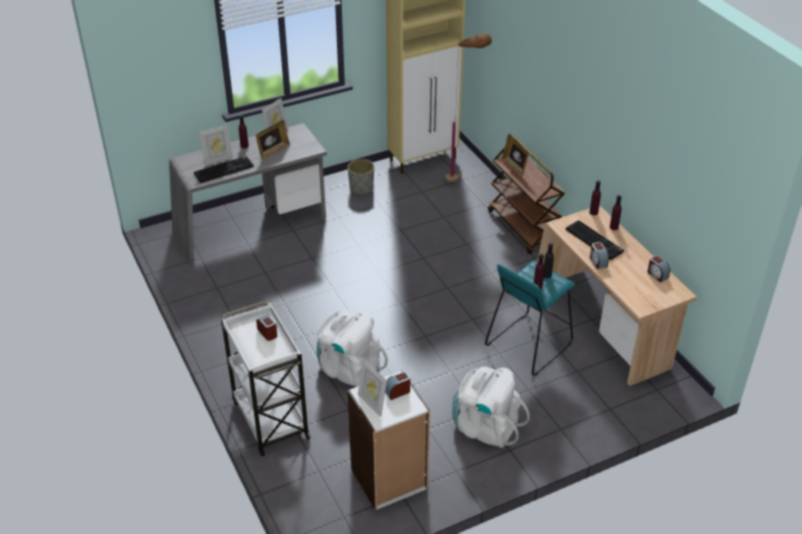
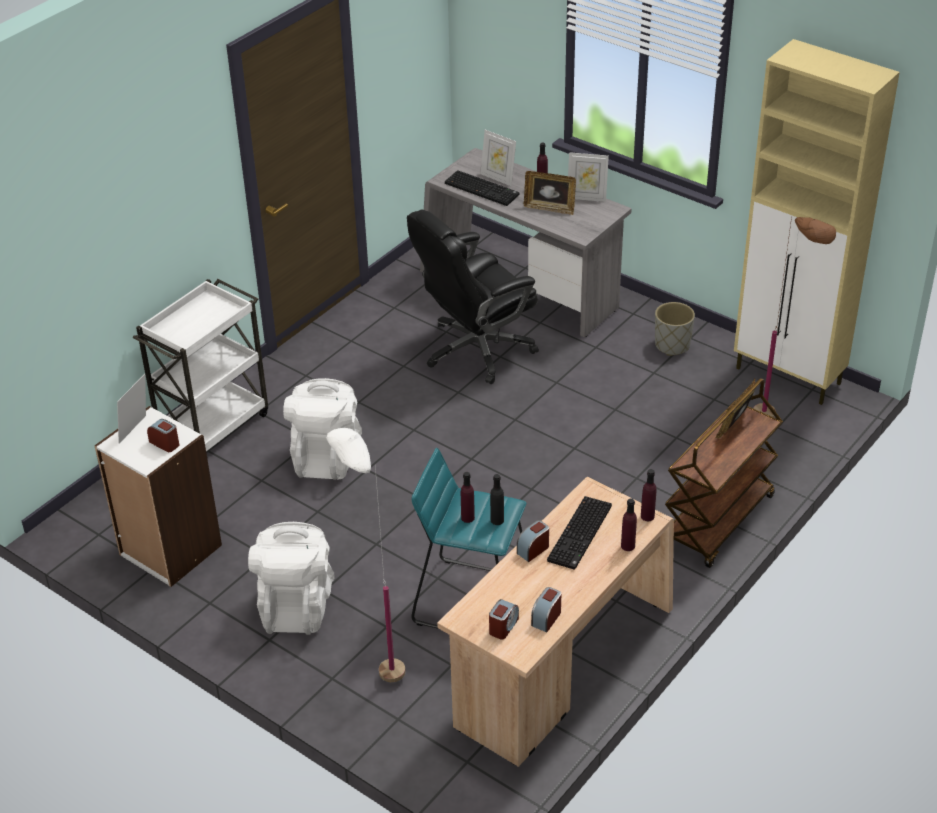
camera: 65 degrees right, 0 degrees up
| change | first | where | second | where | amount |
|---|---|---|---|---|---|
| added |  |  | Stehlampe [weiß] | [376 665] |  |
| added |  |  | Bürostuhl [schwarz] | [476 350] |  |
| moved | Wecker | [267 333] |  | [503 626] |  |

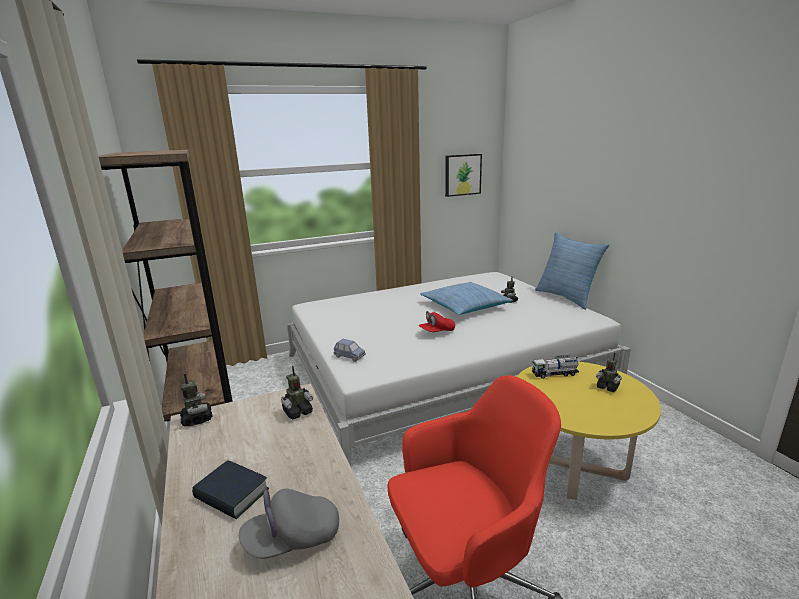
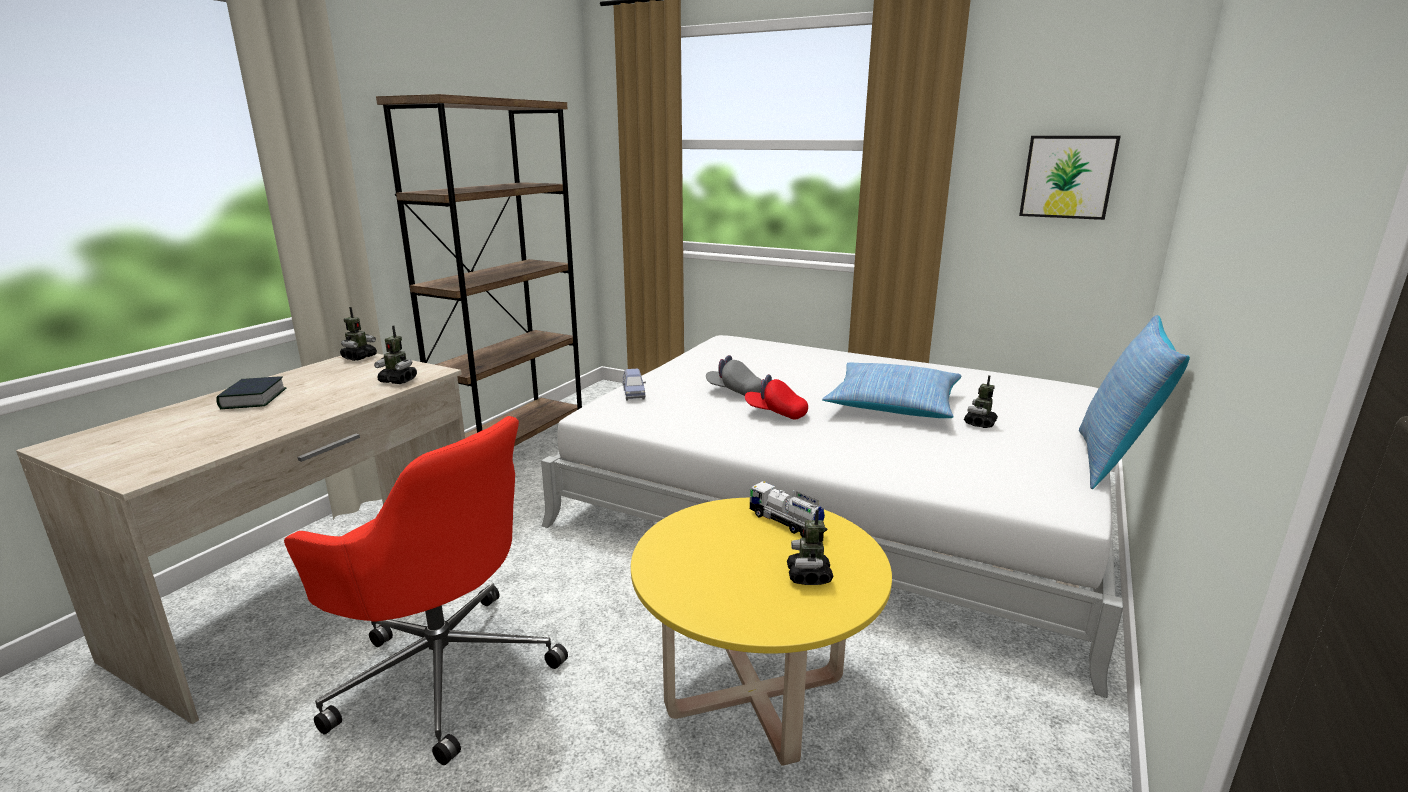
camera: 50 degrees right, 0 degrees up
| change | first | where | second | where | amount |
|---|---|---|---|---|---|
| moved | Kappe [grau] | [292 539] |  | [734 391] |  |

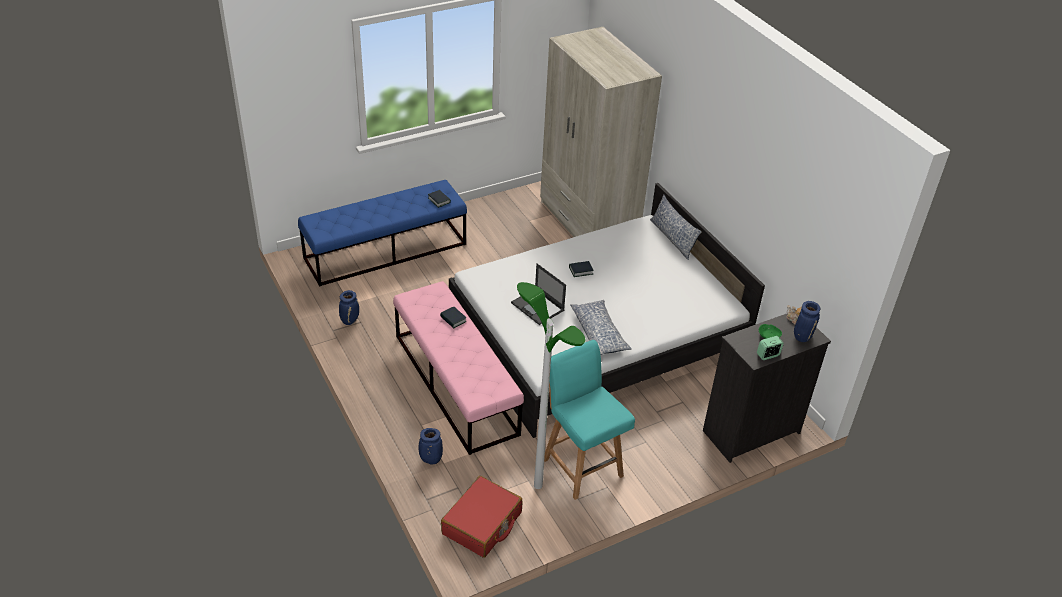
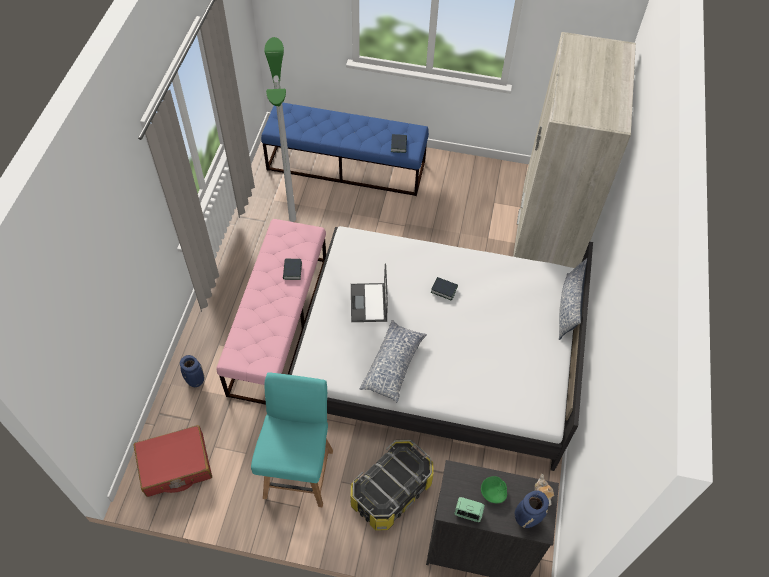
camera: 40 degrees right, 15 degrees up
| change | first | where | second | where | amount |
|---|---|---|---|---|---|
| removed | Vase [blau] | [350 320] |  |  |  |
| added |  |  | Aufbewahrungsbox | [391 491] |  |
| moved | Stehlampe | [537 485] |  | [292 219] |  |

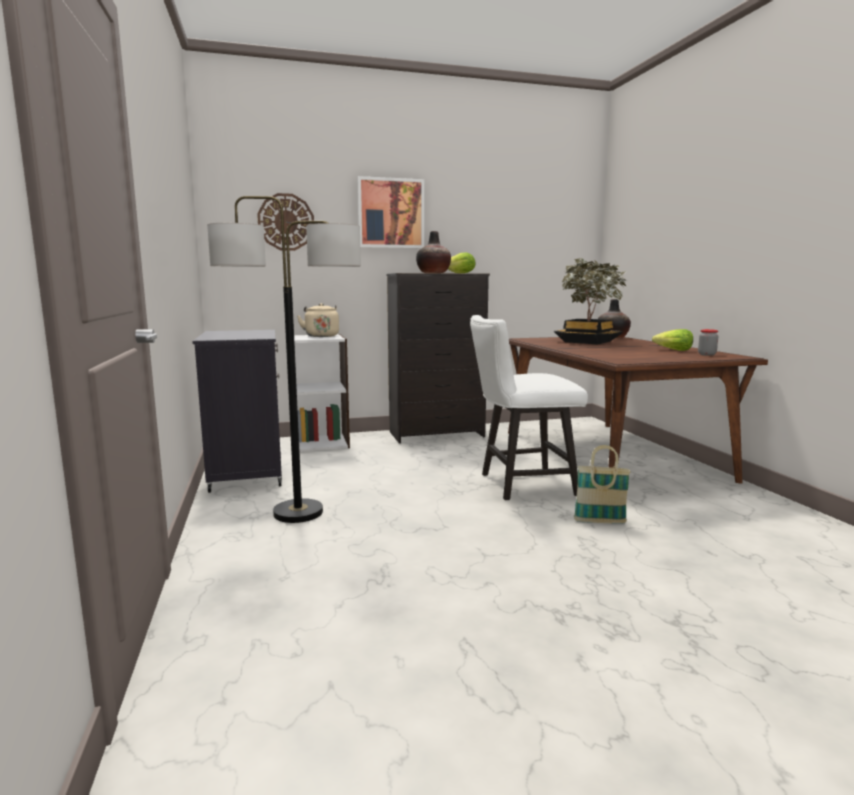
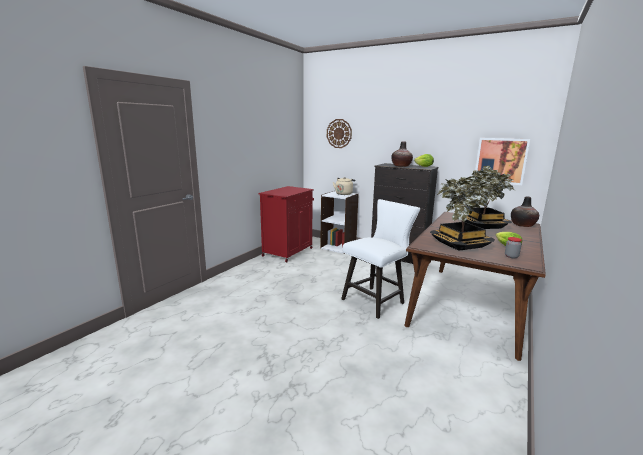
camera: 45 degrees right, 5 degrees up
| change | first | where | second | where | amount |
|---|---|---|---|---|---|
| removed | Stehlampe | [298 513] |  |  |  |
| removed | Korb | [599 521] |  |  |  |
| added |  |  | Topfpflanze | [460 244] |  |
| moved | Bild | [391 213] |  | [500 161] |  |
| recoloured | Schrank [schwarz] | [247 471] | Schrank [rot] | [288 252] |  |
| turned | Stuhl [weiß] | [520 484] |  | [376 300] | 105 degrees clockwise |

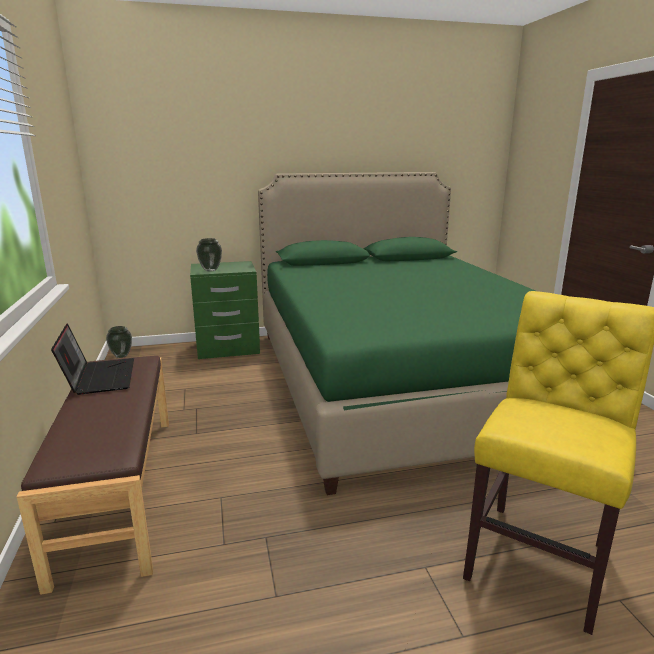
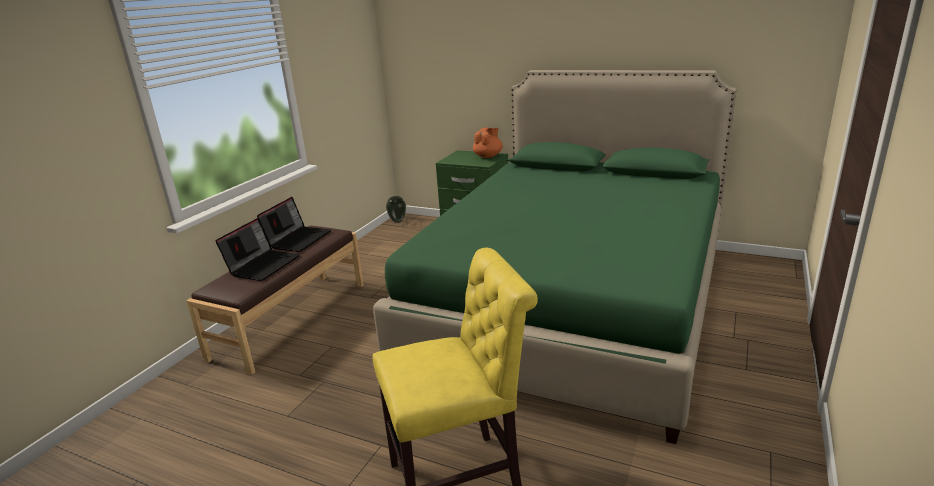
camera: 40 degrees right, 5 degrees up
| change | first | where | second | where | amount |
|---|---|---|---|---|---|
| removed | Vase | [210 270] |  |  |  |
| added |  |  | Laptop | [263 265] |  |
| added |  |  | Teekanne [orange] | [488 156] |  |

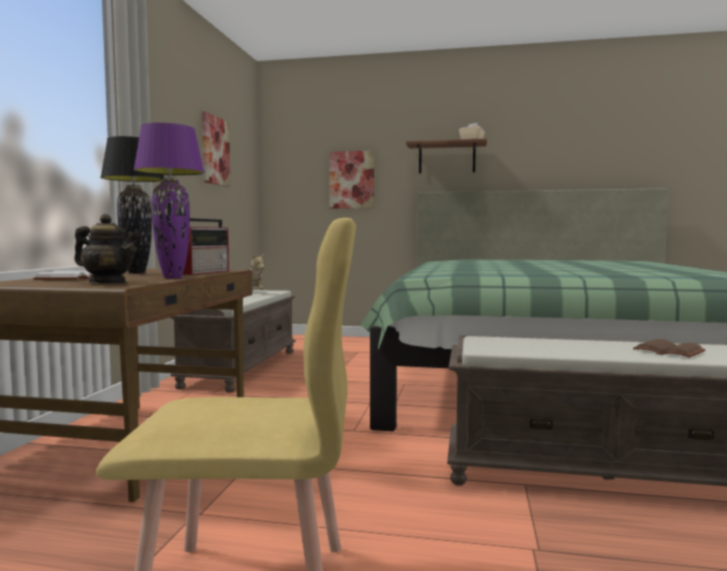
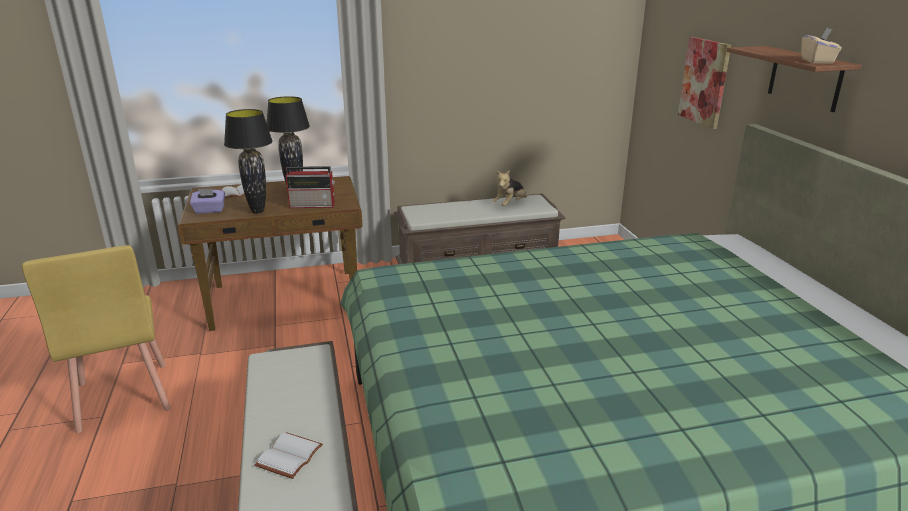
camera: 65 degrees right, 20 degrees up
| change | first | where | second | where | amount |
|---|---|---|---|---|---|
| removed | Bild | [215 151] |  |  |  |
| replaced | Teekanne | [108 283] | Taschentuchbox [lila] | [209 210] |  |
| recoloured | Tischlampe [lila] | [172 277] | Tischlampe [schwarz] | [258 211] |  |
| recoloured | Buch [braun] | [670 351] | Buch [weiß] | [290 457] |  |

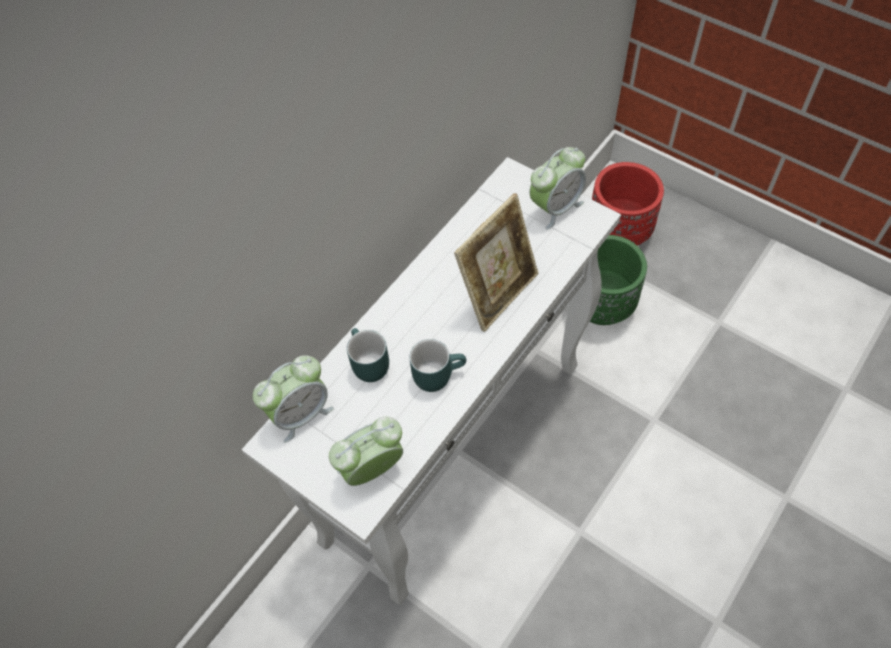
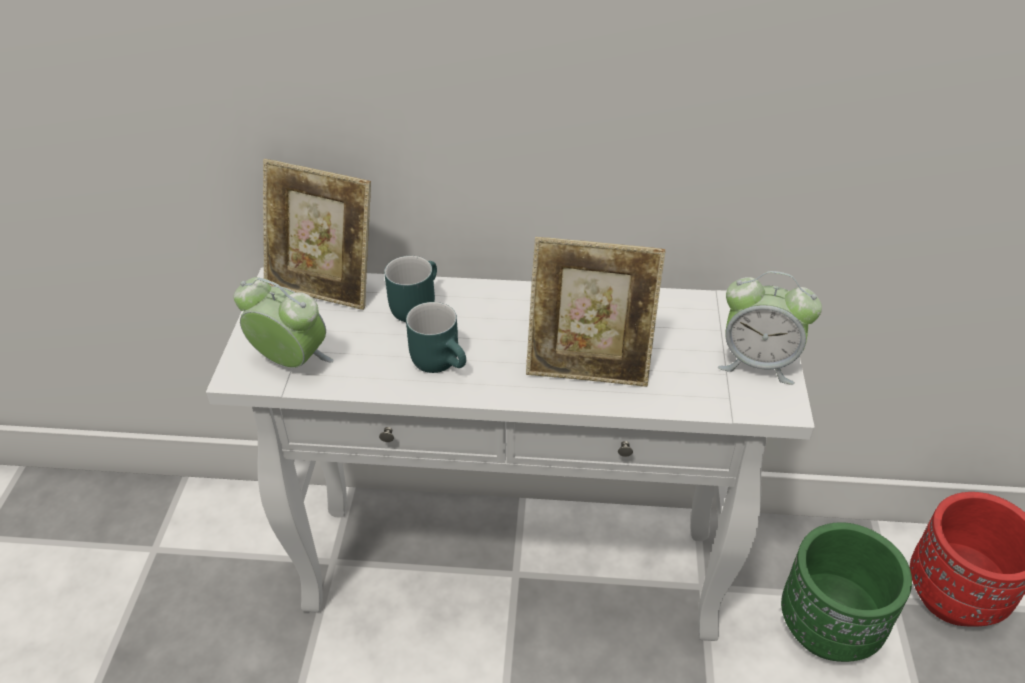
camera: 55 degrees right, 15 degrees down
| change | first | where | second | where | amount |
|---|---|---|---|---|---|
| replaced | Wecker | [300 413] | Bilderrahmen | [324 286] |  |

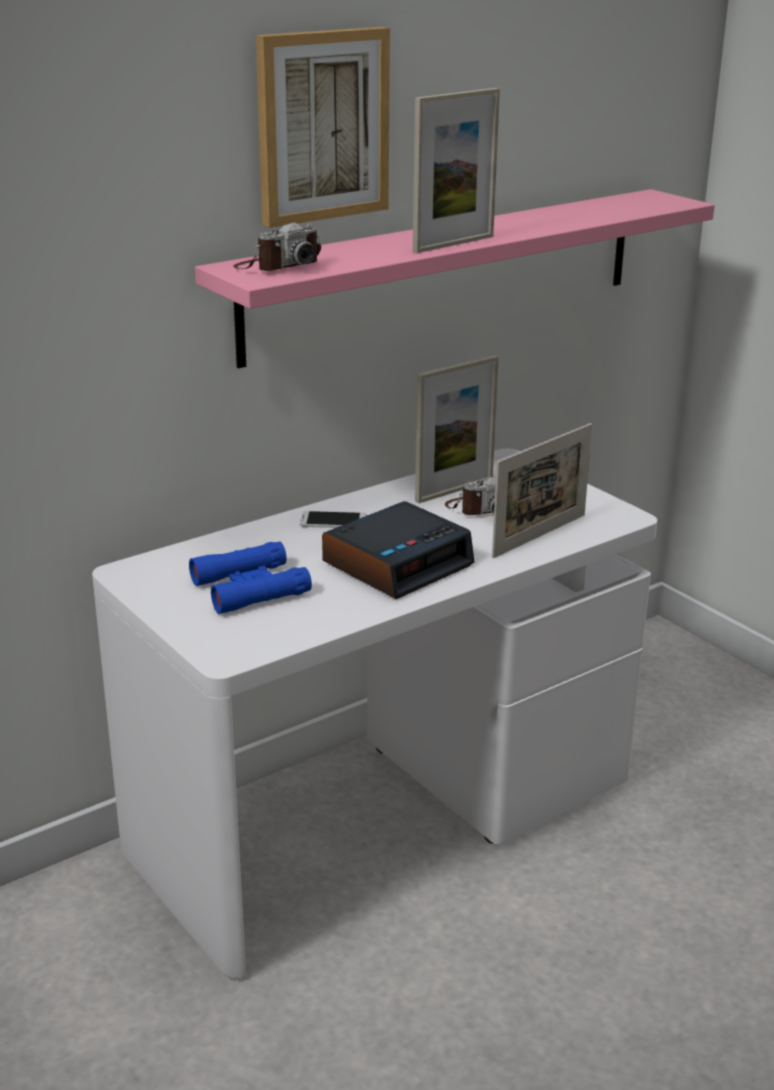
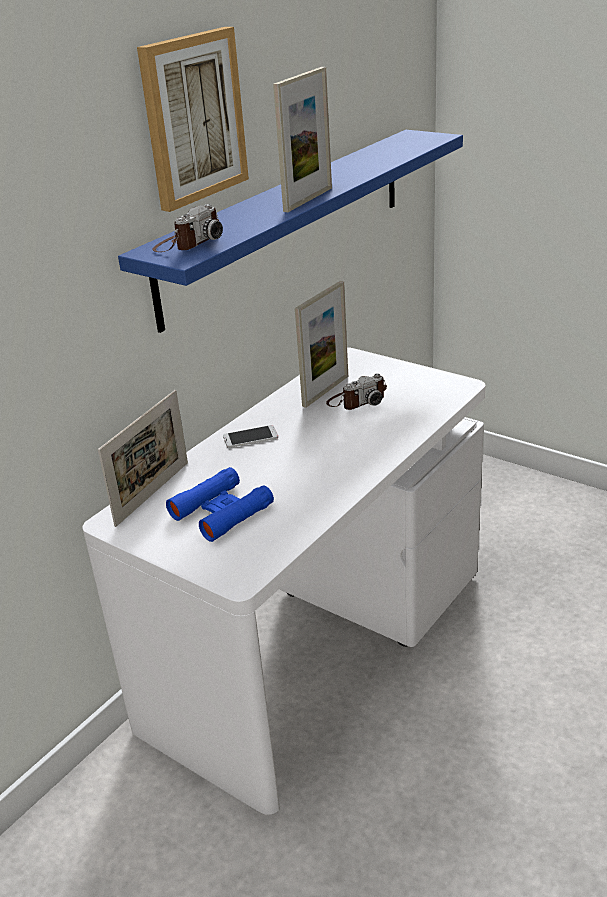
camera: 15 degrees left, 5 degrees up
| change | first | where | second | where | amount |
|---|---|---|---|---|---|
| removed | Wecker | [398 563] |  |  |  |
| moved | Bilderrahmen | [539 535] |  | [153 493] |  |
| recoloured | Wandregal [rosa] | [447 273] | Wandregal [blau] | [288 221] |  |

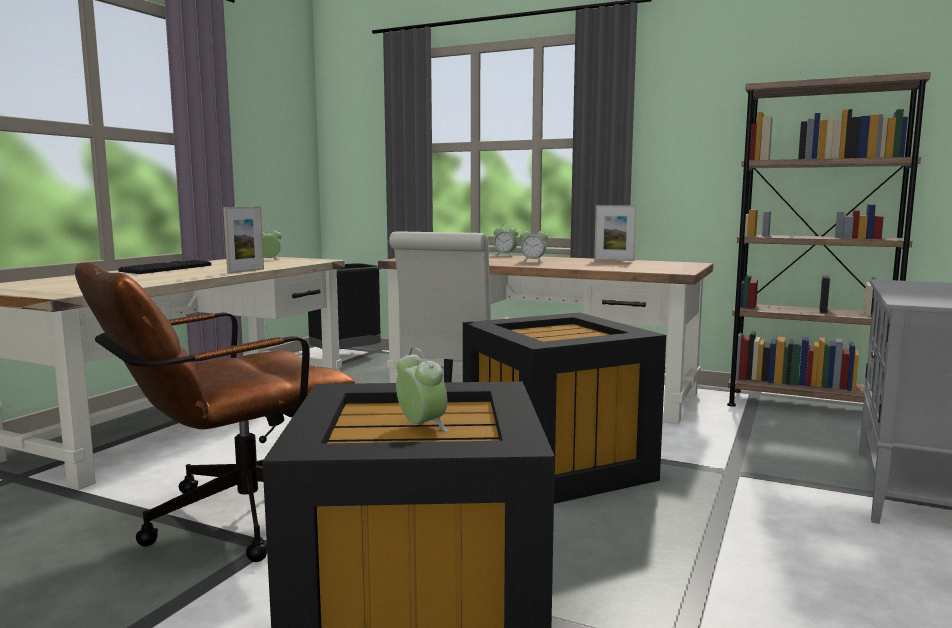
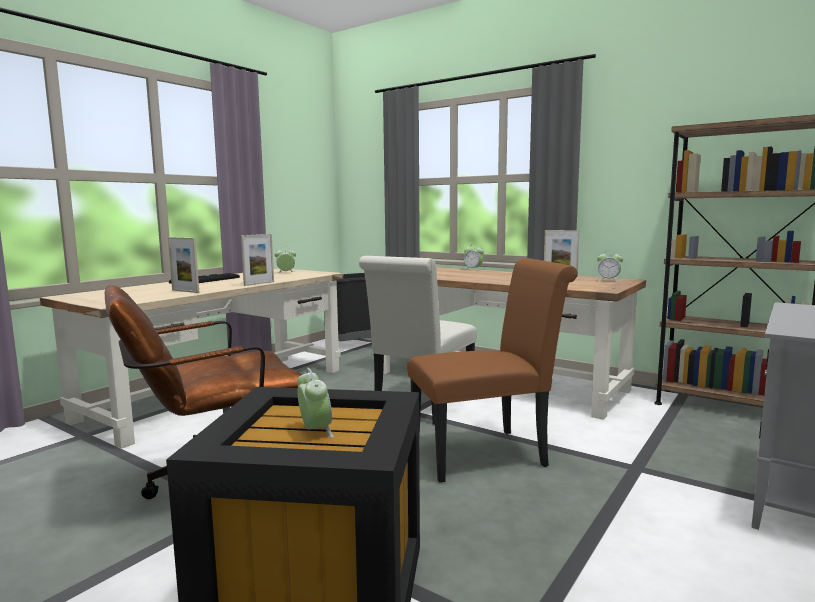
camera: 10 degrees right, 0 degrees up
| change | first | where | second | where | amount |
|---|---|---|---|---|---|
| added |  |  | Bilderrahmen | [185 291] |  |
| moved | Wecker | [533 261] |  | [608 280] |  |
| replaced | Aufbewahrungsbox [schwarz] | [560 467] | Stuhl [braun] | [487 454] |  |

